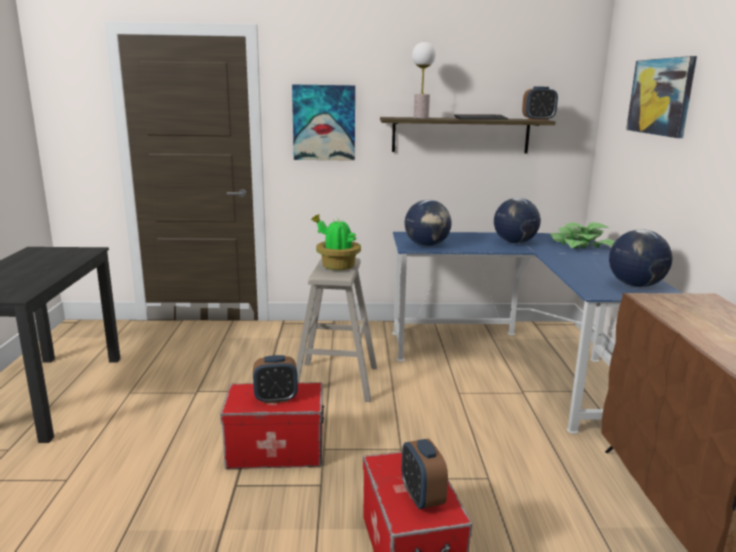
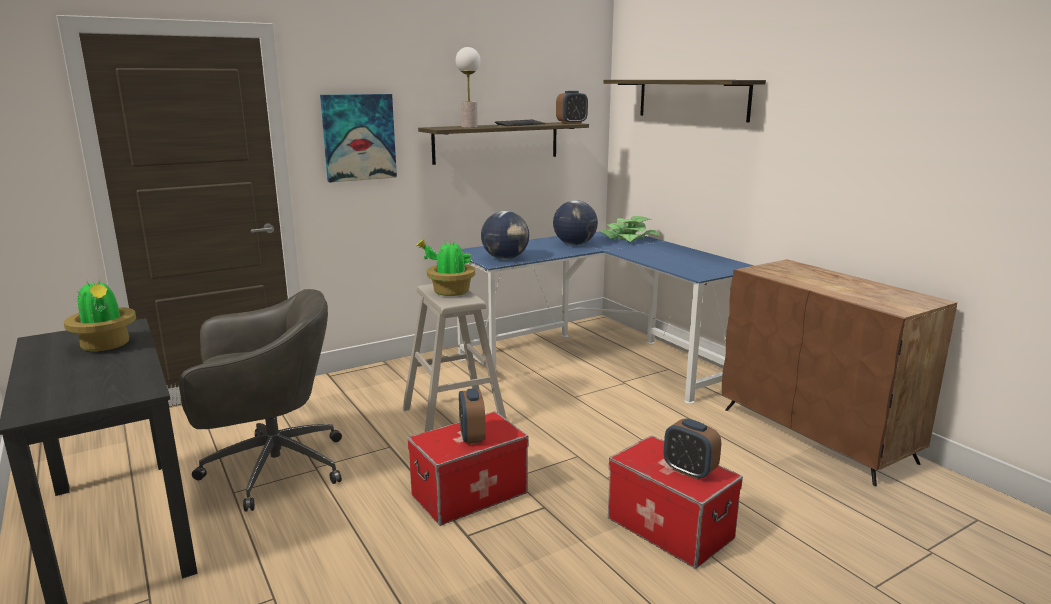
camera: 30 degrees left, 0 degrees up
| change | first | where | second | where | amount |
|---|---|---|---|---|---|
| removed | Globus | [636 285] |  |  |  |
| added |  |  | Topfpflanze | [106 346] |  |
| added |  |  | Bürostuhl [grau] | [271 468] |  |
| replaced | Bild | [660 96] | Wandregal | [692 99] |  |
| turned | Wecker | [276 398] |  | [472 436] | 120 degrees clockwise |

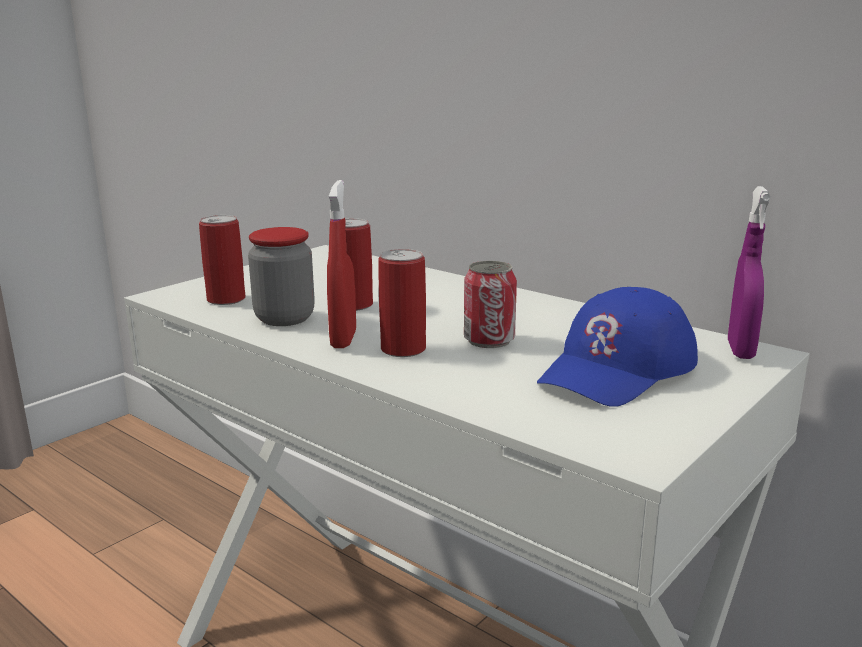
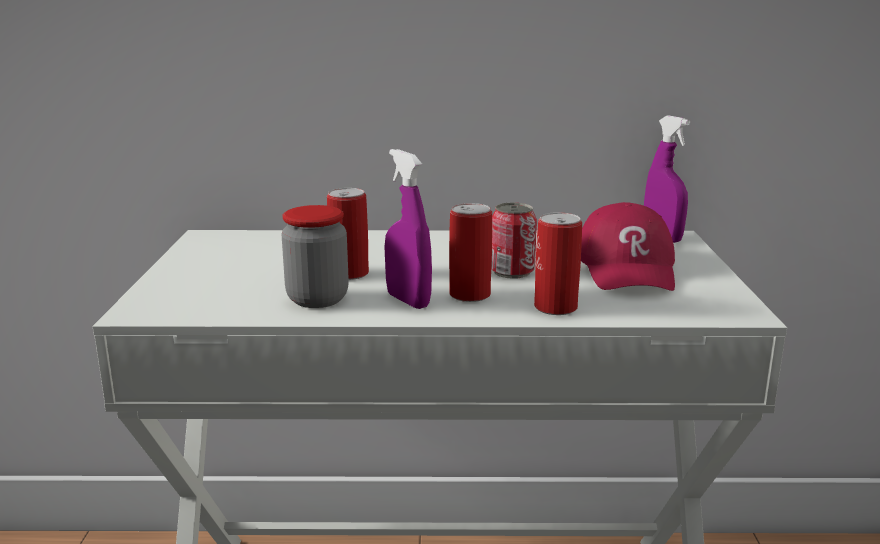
camera: 40 degrees left, 0 degrees up
| change | first | where | second | where | amount |
|---|---|---|---|---|---|
| moved | Dose | [226 299] |  | [555 307] |  |
| recoloured | Sprühflasche [rot] | [343 339] | Sprühflasche [lila] | [408 301] |  |
| recoloured | Kappe [blau] | [618 369] | Kappe [rot] | [627 268] |  |

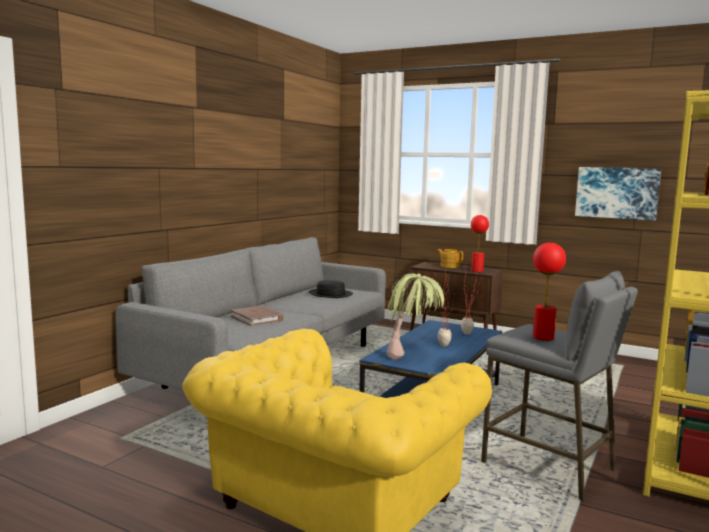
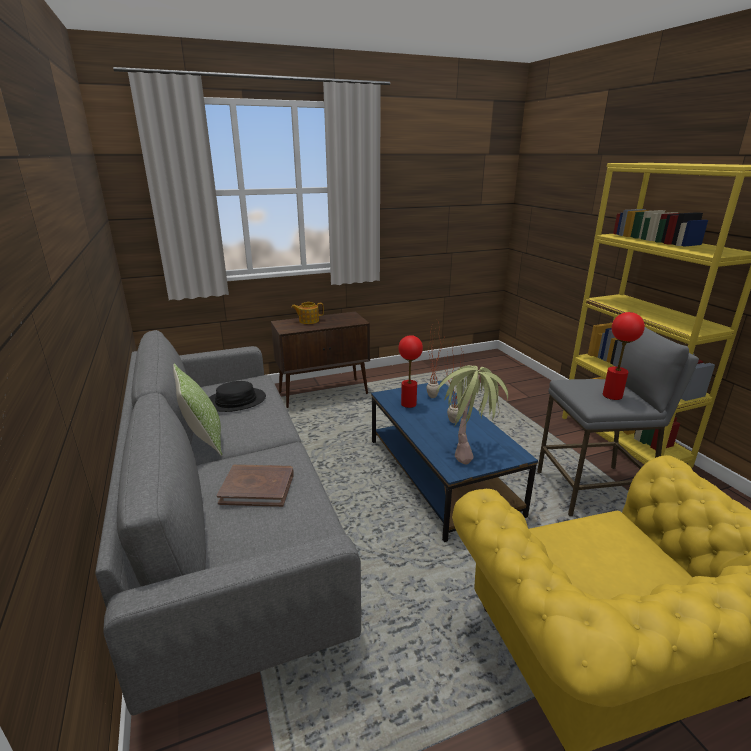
camera: 50 degrees left, 15 degrees up
| change | first | where | second | where | amount |
|---|---|---|---|---|---|
| removed | Bild | [617 192] |  |  |  |
| added |  |  | Kissen | [203 439] |  |
| moved | Tischlampe [rot] | [477 271] |  | [408 404] |  |

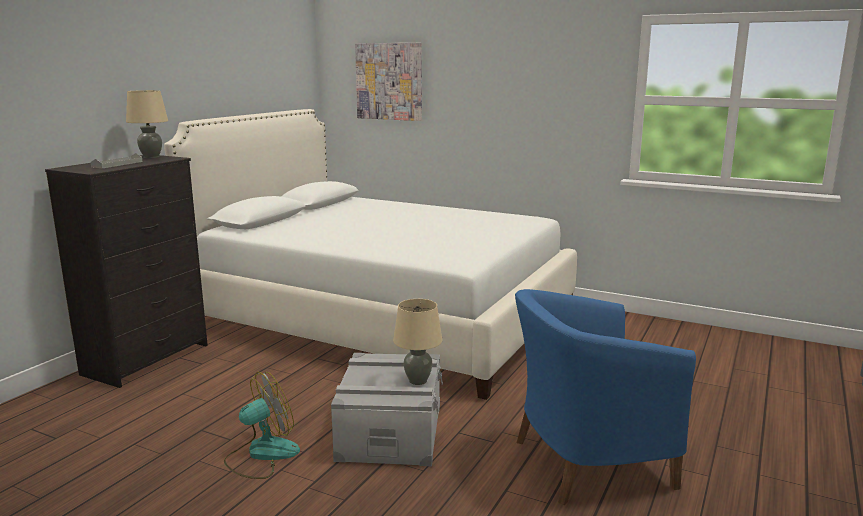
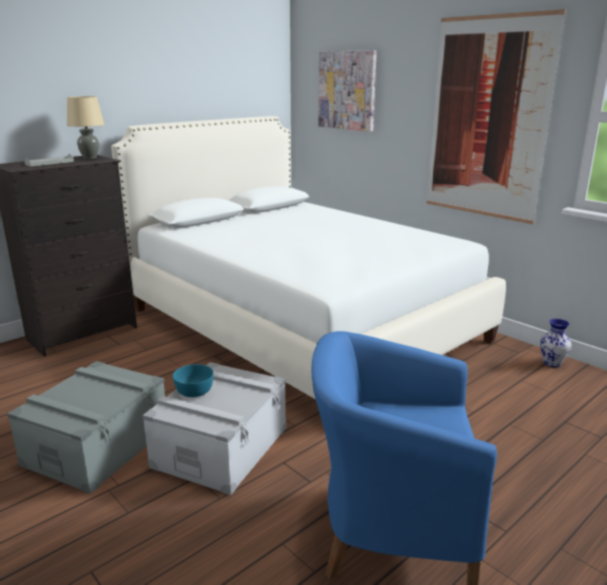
camera: 20 degrees right, 5 degrees up
| change | first | where | second | where | amount |
|---|---|---|---|---|---|
| removed | Tischlampe [beige] | [418 381] |  |  |  |
| added |  |  | Schüssel [türkis] | [193 391] |  |
| added |  |  | Bild | [487 119] |  |
| added |  |  | Vase | [552 363] |  |
| replaced | Ventilator | [262 454] | Aufbewahrungsbox [grau] | [97 445] |  |

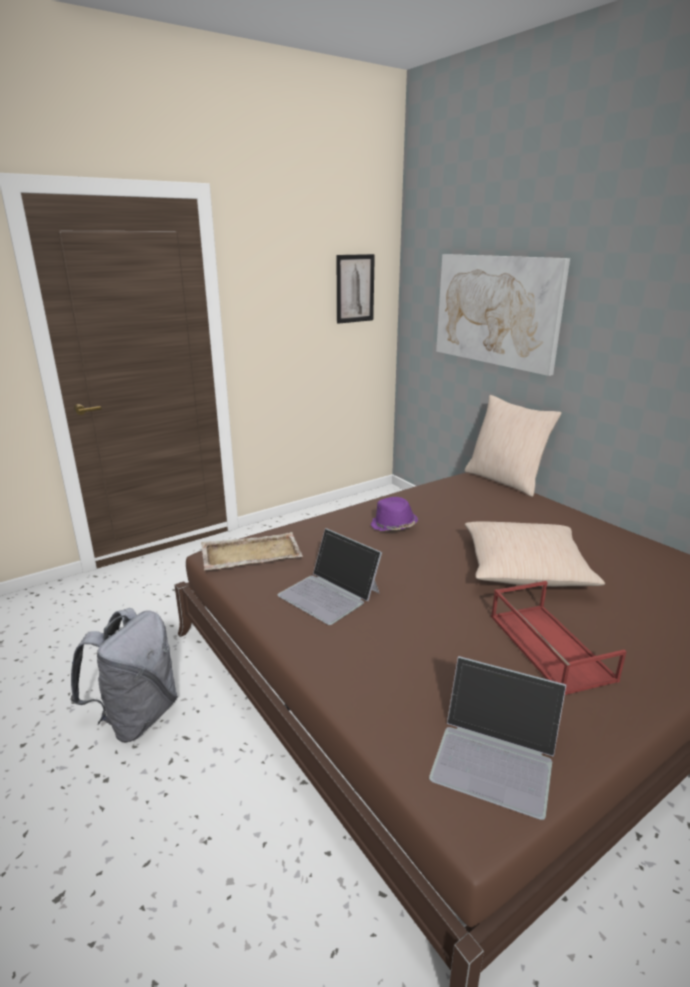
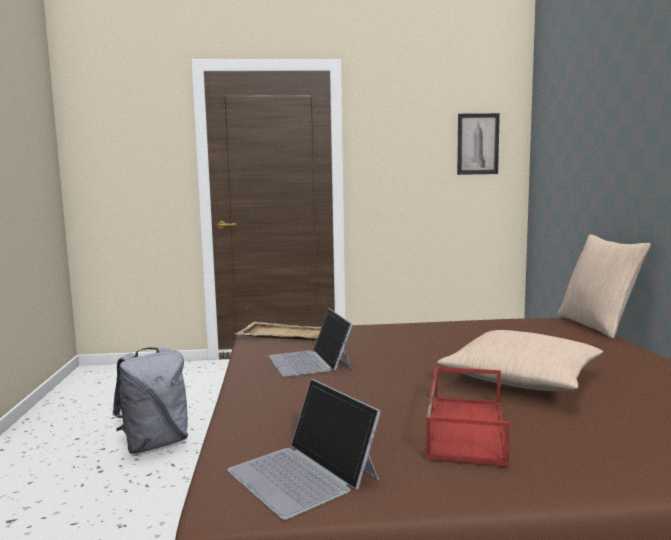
camera: 30 degrees right, 15 degrees down
| change | first | where | second | where | amount |
|---|---|---|---|---|---|
| removed | Hut [lila] | [393 526] |  |  |  |
| removed | Bild | [496 310] |  |  |  |

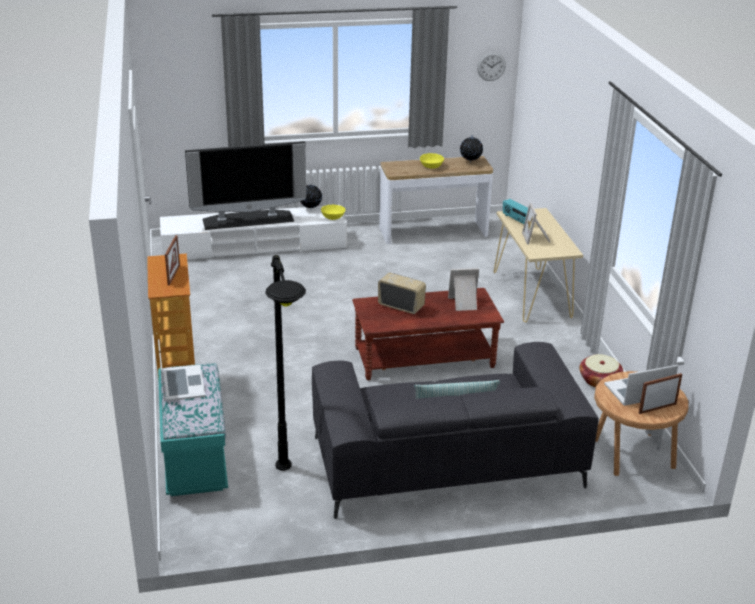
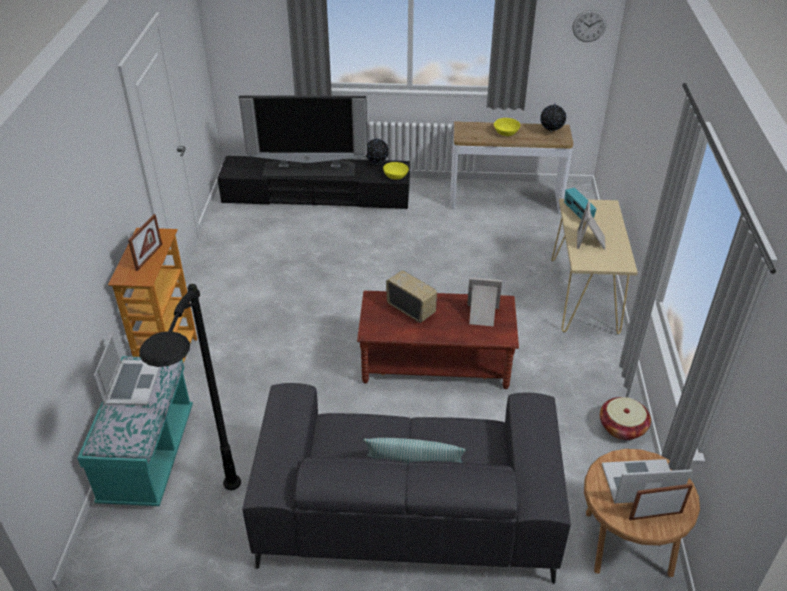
camera: 15 degrees right, 10 degrees up
| change | first | where | second | where | amount |
|---|---|---|---|---|---|
| recoloured | Fernsehschrank [weiß] | [255 246] | Fernsehschrank [schwarz] | [317 195] |  |

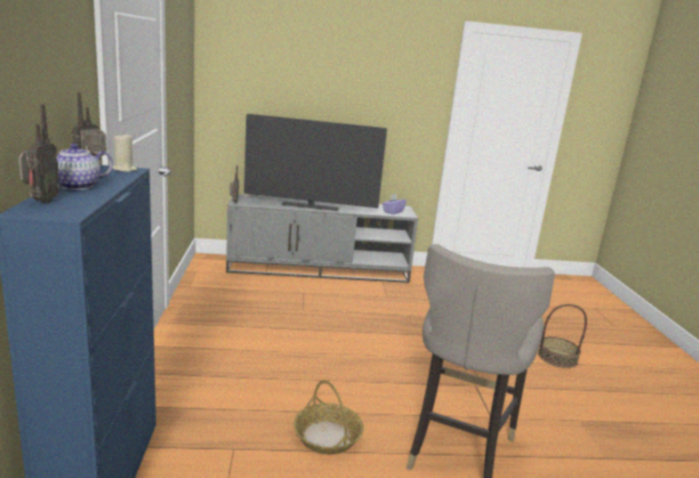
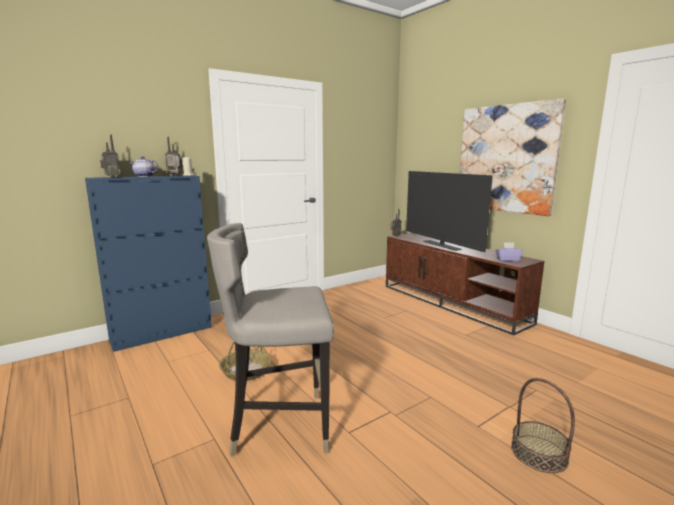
camera: 60 degrees right, 5 degrees down
| change | first | where | second | where | amount |
|---|---|---|---|---|---|
| added |  |  | Bild | [506 158] |  |
| recoloured | Fernsehschrank [grau] | [319 269] | Fernsehschrank [braun] | [452 303] |  |

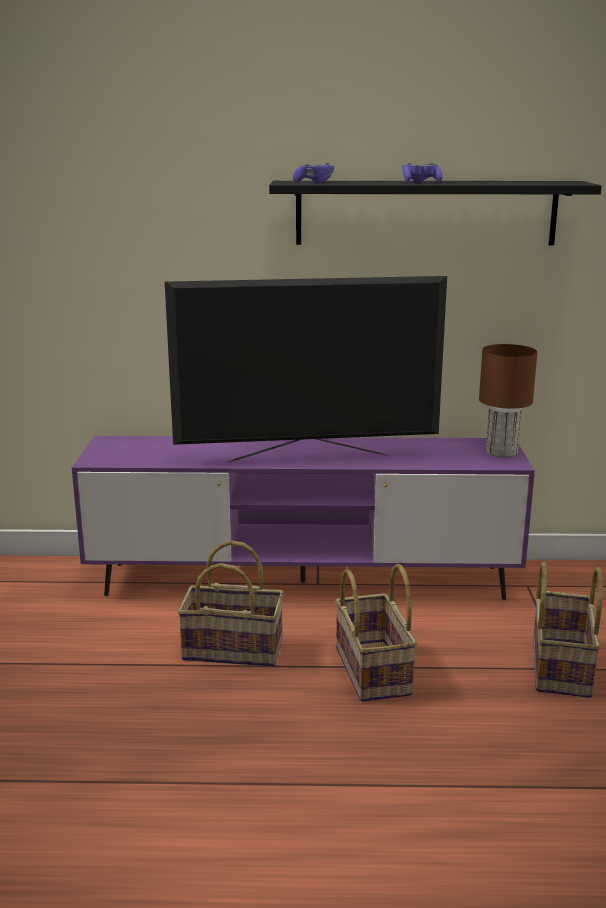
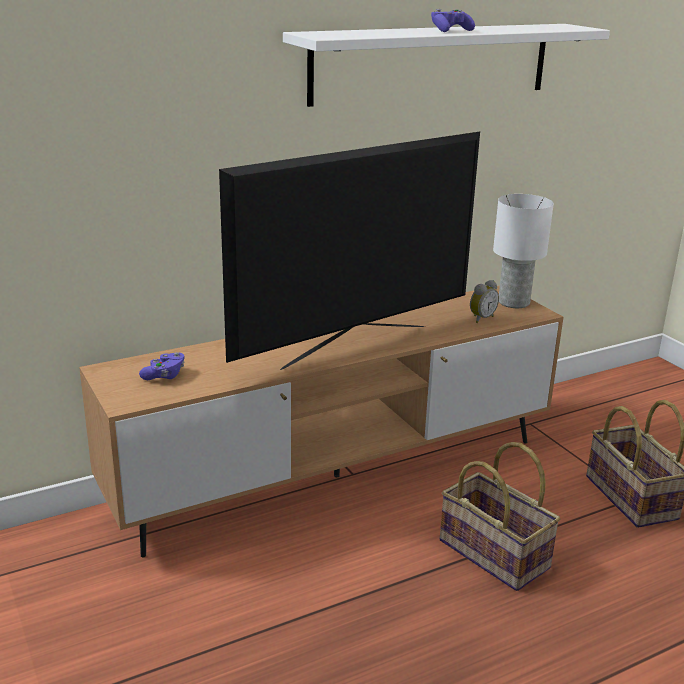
camera: 30 degrees left, 5 degrees up
| change | first | where | second | where | amount |
|---|---|---|---|---|---|
| removed | Korb | [233 649] |  |  |  |
| added |  |  | Wecker | [481 318] |  |
| moved | Gamepad [lila] | [314 182] |  | [164 375] |  |
| recoloured | Fernsehschrank [lila] | [303 582] | Fernsehschrank [braun] | [337 476] |  |
| recoloured | Wandregal [schwarz] | [426 213] | Wandregal [weiß] | [433 62] |  |
| recoloured | Tischlampe [braun] | [501 452] | Tischlampe [weiß] | [513 302] |  |

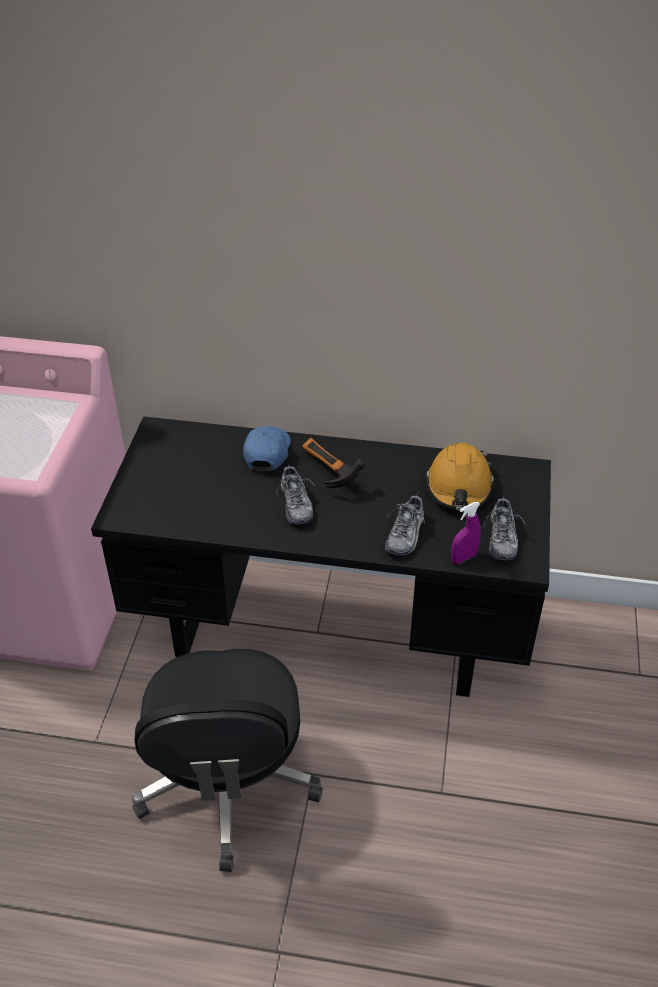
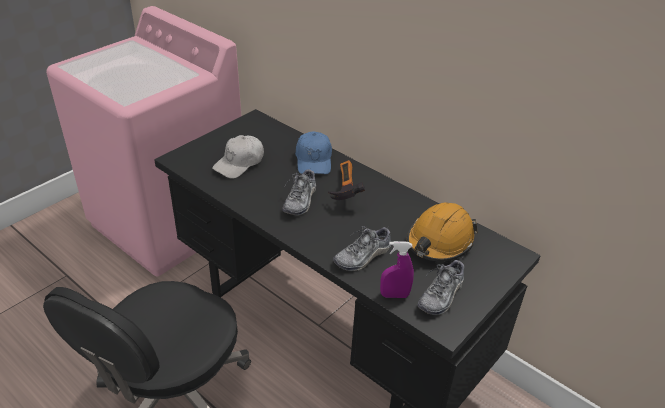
camera: 30 degrees right, 5 degrees down
| change | first | where | second | where | amount |
|---|---|---|---|---|---|
| added |  |  | Kappe [weiß] | [239 163] |  |
| turned | Kappe [blau] | [267 452] |  | [314 160] | 135 degrees clockwise |

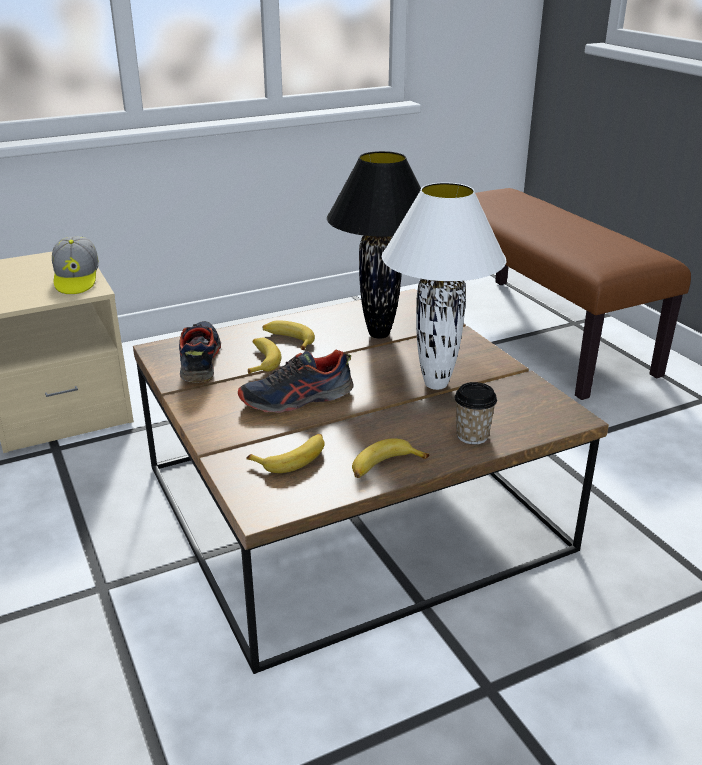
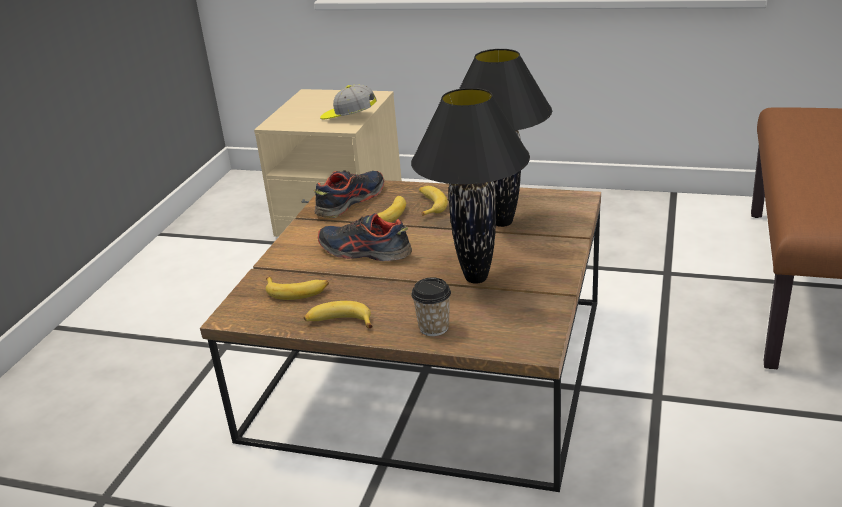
camera: 45 degrees right, 0 degrees up
| change | first | where | second | where | amount |
|---|---|---|---|---|---|
| recoloured | Tischlampe [weiß] | [436 384] | Tischlampe [schwarz] | [477 277] |  |
| turned | Kappe | [77 280] |  | [348 117] | 75 degrees clockwise |

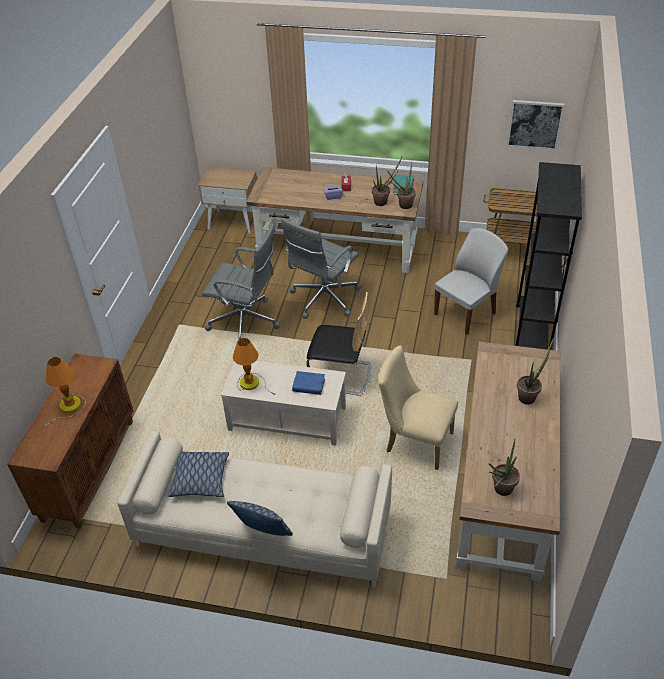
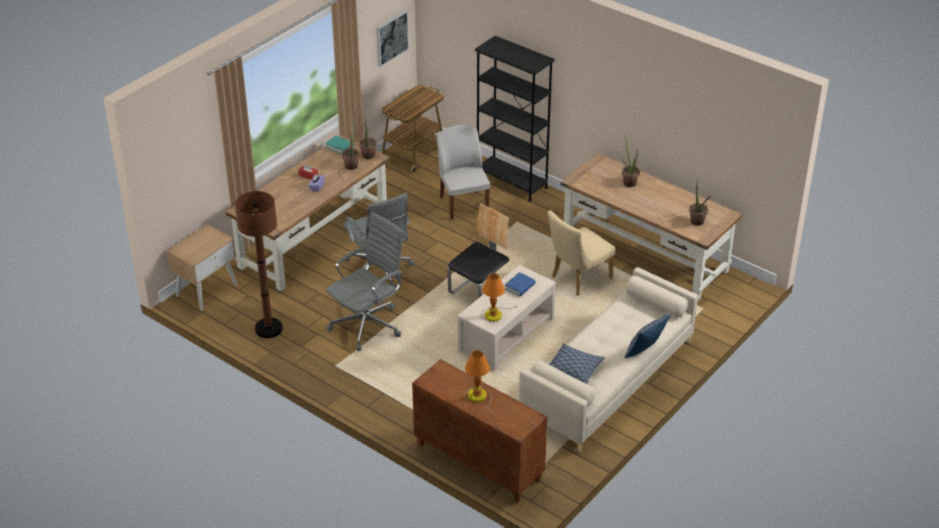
camera: 65 degrees left, 5 degrees down
| change | first | where | second | where | amount |
|---|---|---|---|---|---|
| added |  |  | Stehlampe [braun] | [268 329] |  |

